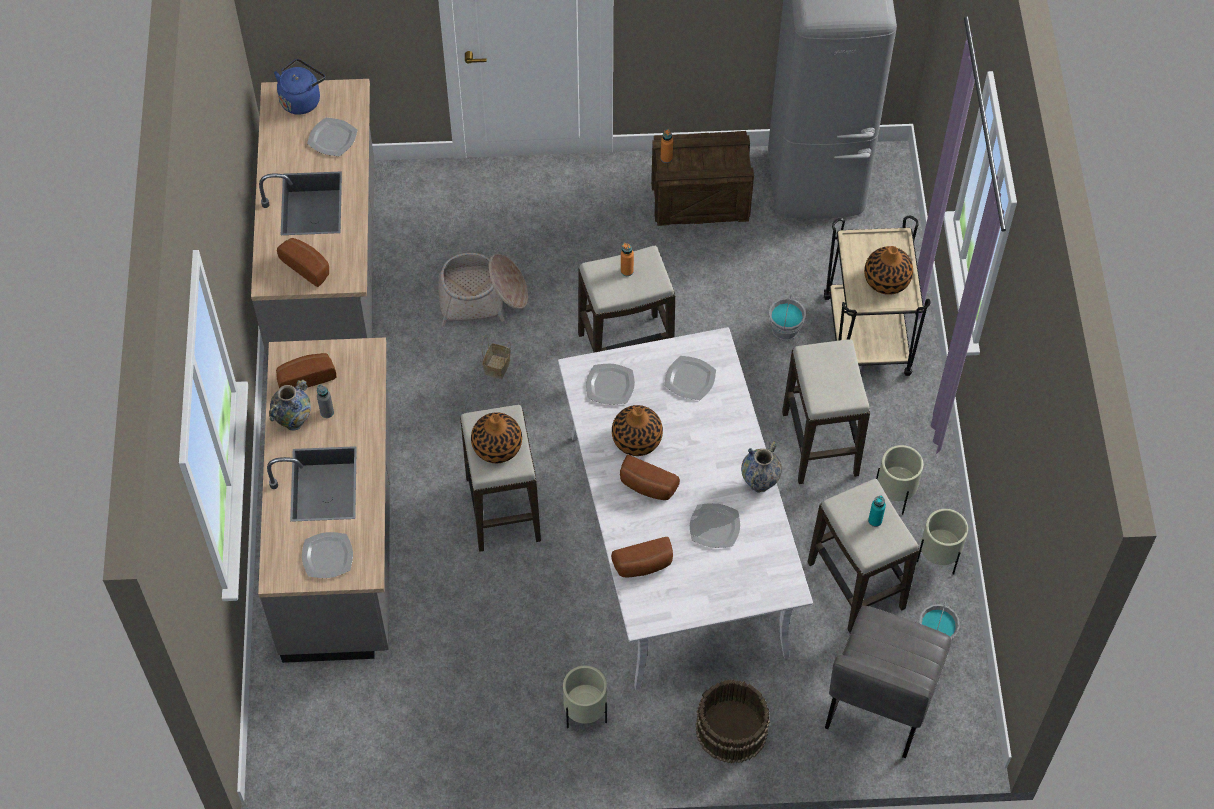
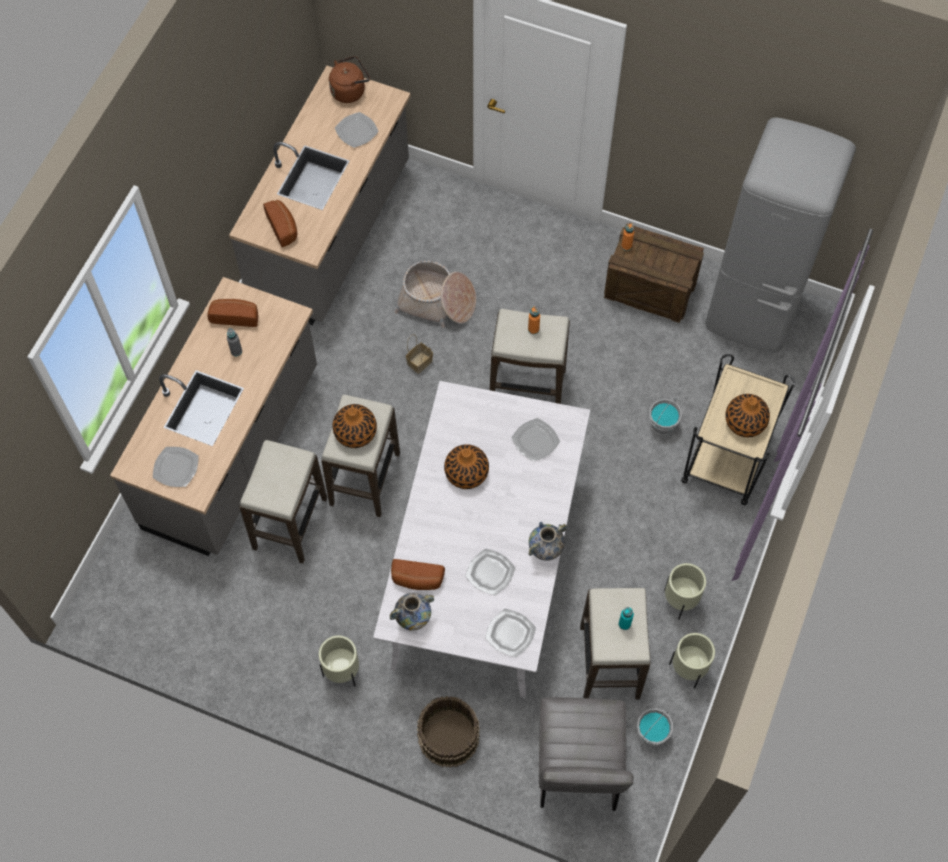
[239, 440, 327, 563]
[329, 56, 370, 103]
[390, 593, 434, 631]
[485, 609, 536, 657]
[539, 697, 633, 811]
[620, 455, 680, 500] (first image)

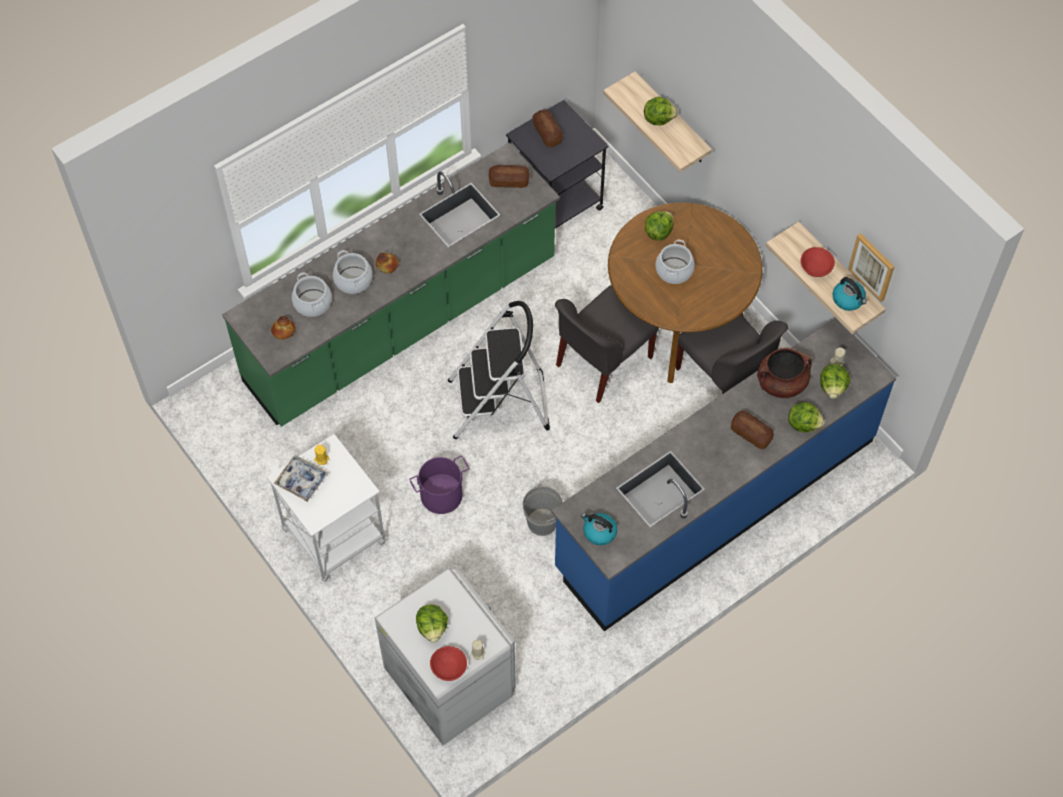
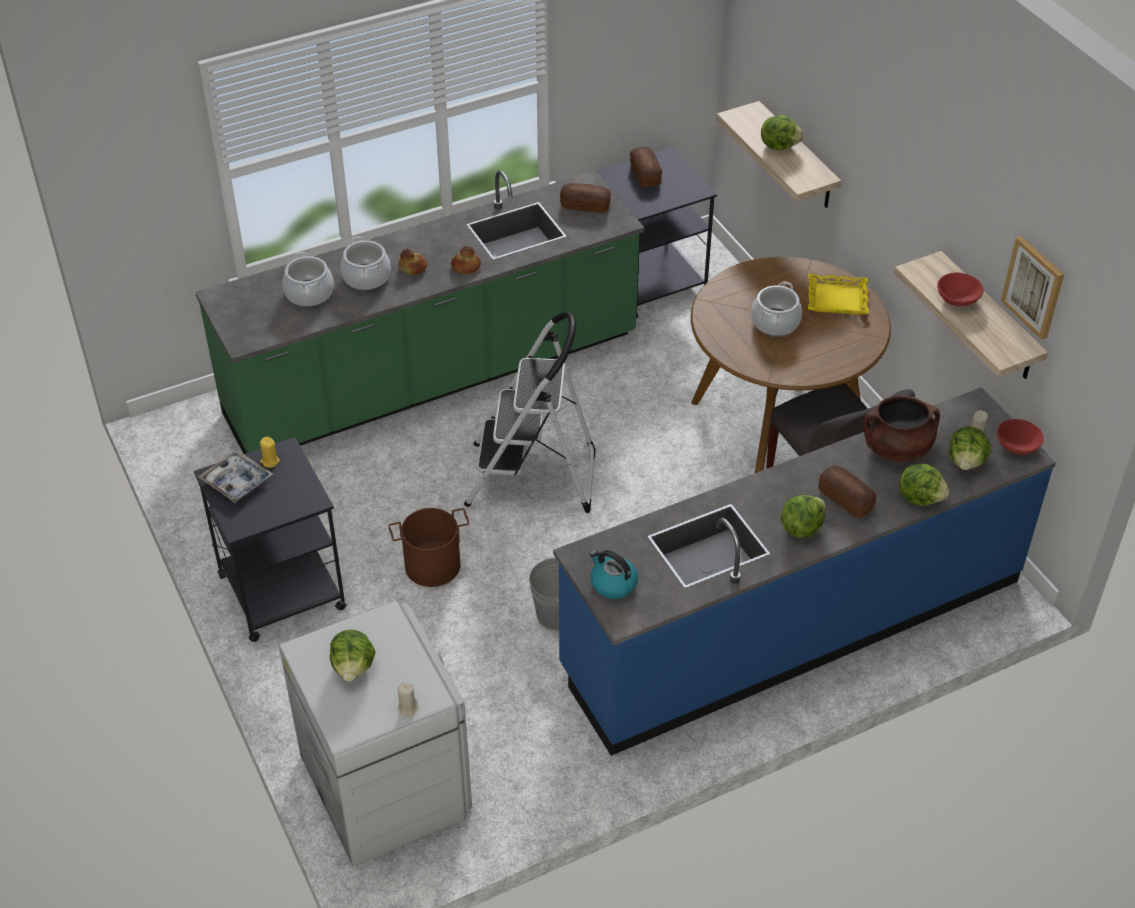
[194, 437, 347, 642]
[388, 508, 469, 587]
[451, 246, 481, 274]
[781, 495, 826, 538]
[808, 274, 869, 315]
[996, 419, 1044, 455]
[555, 285, 659, 403] (first image)
[833, 277, 867, 311] (first image)

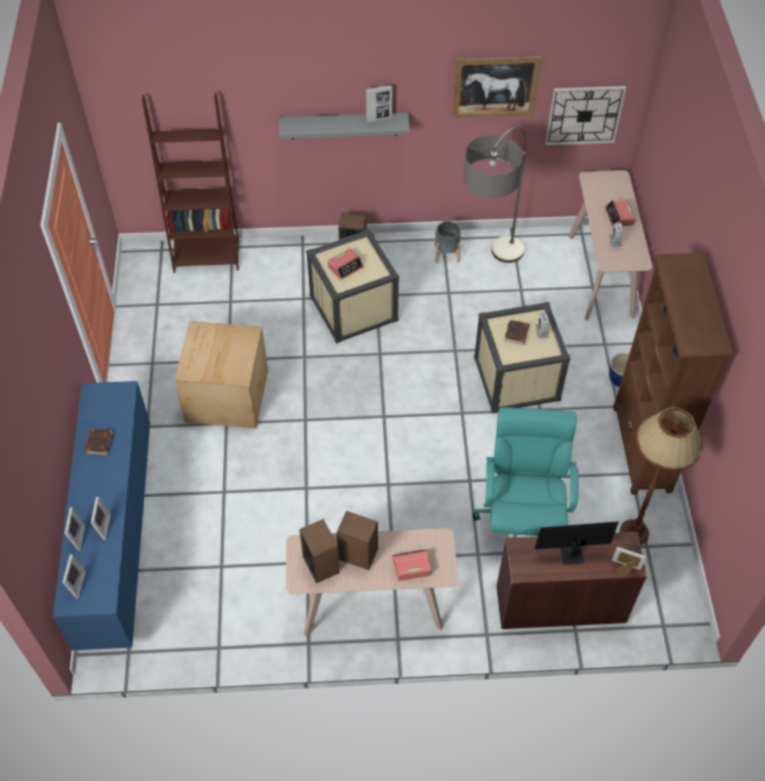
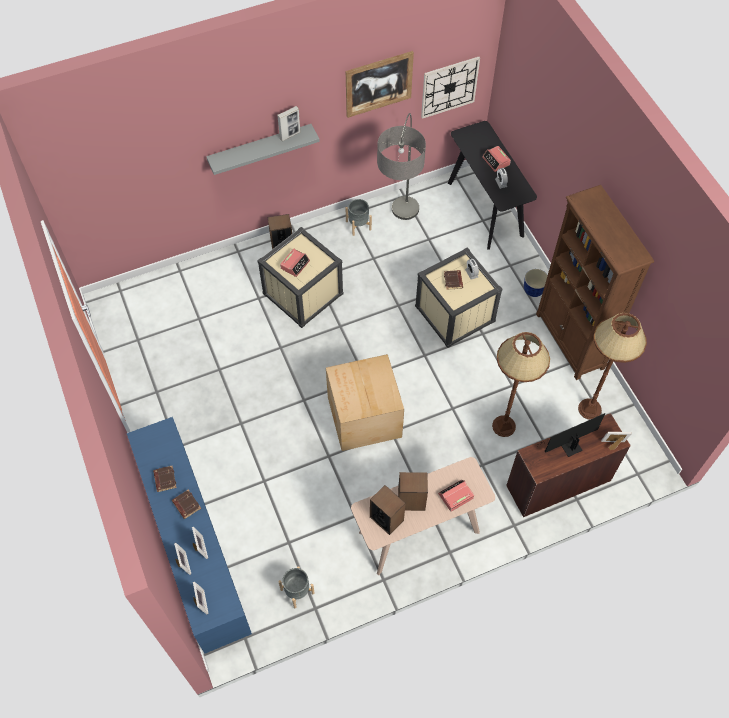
[172, 489, 201, 519]
[278, 566, 315, 608]
[326, 354, 404, 451]
[448, 121, 537, 250]
[492, 332, 550, 437]
[142, 92, 239, 273] (first image)

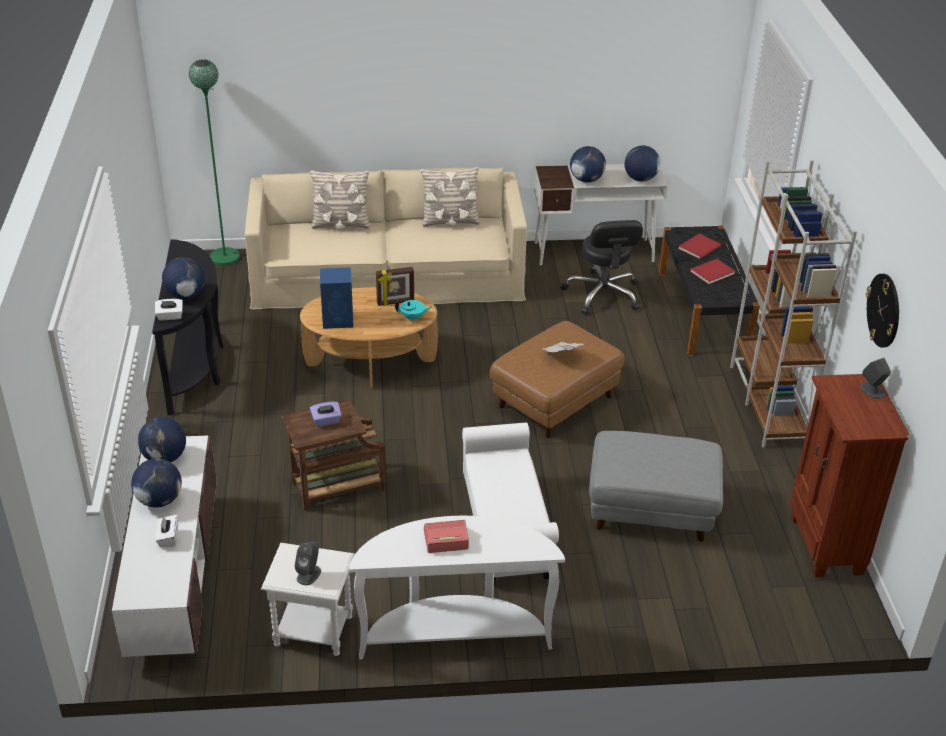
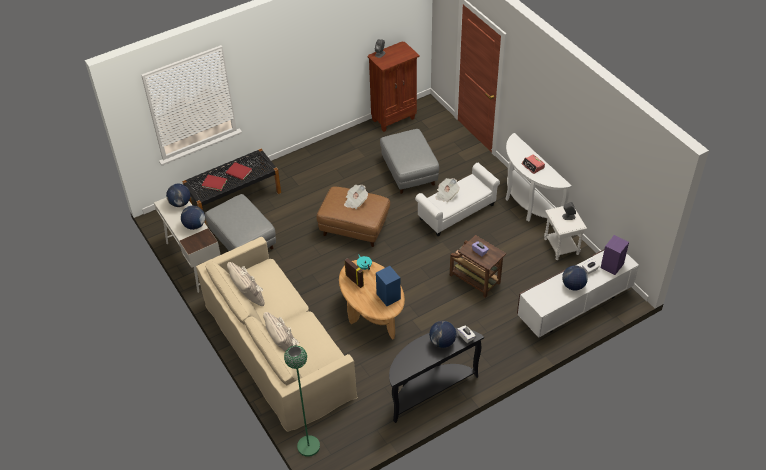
[205, 194, 276, 251]
[435, 178, 459, 202]
[601, 235, 629, 275]
[138, 417, 186, 462] (first image)
[730, 160, 857, 448] (first image)
[866, 274, 899, 348] (first image)

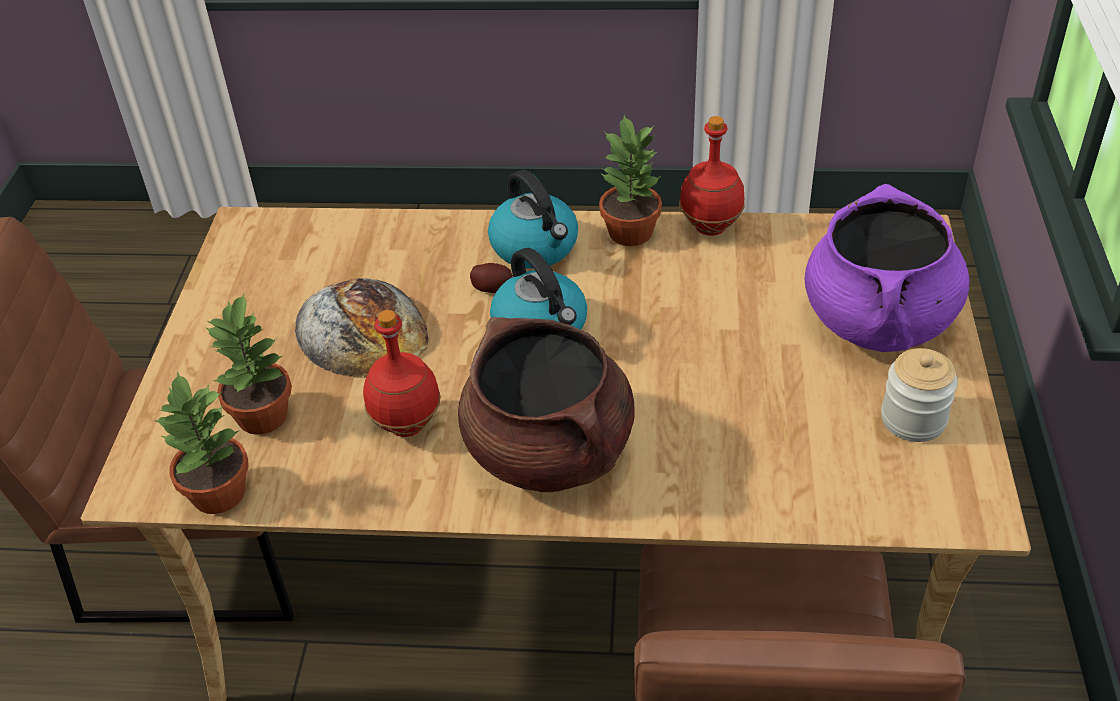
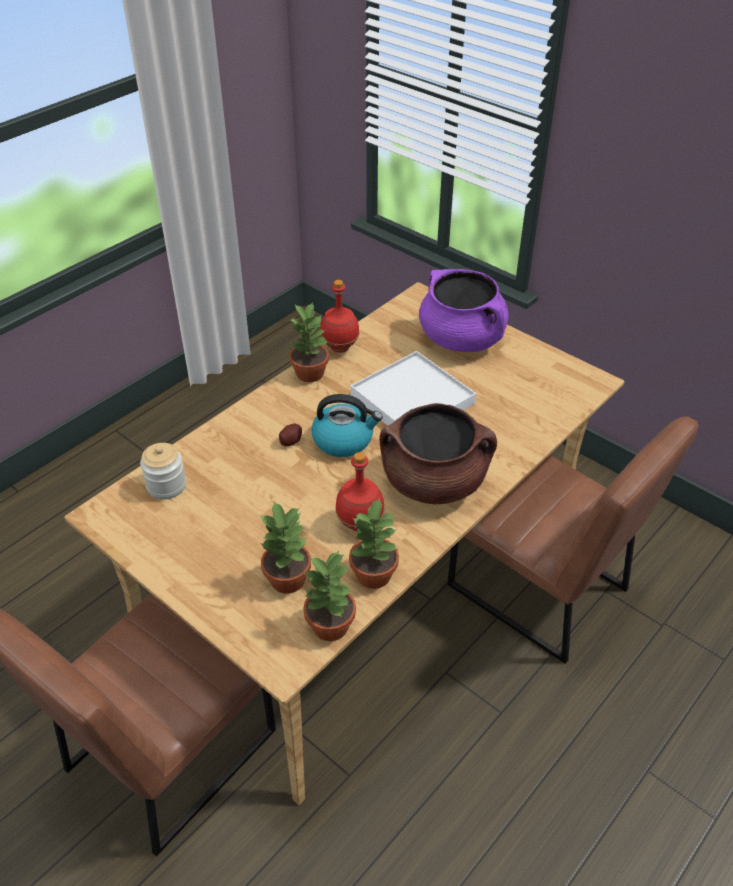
[140, 443, 186, 500]
[349, 498, 399, 589]
[351, 351, 476, 426]
[295, 278, 429, 378] (first image)
[488, 170, 578, 269] (first image)

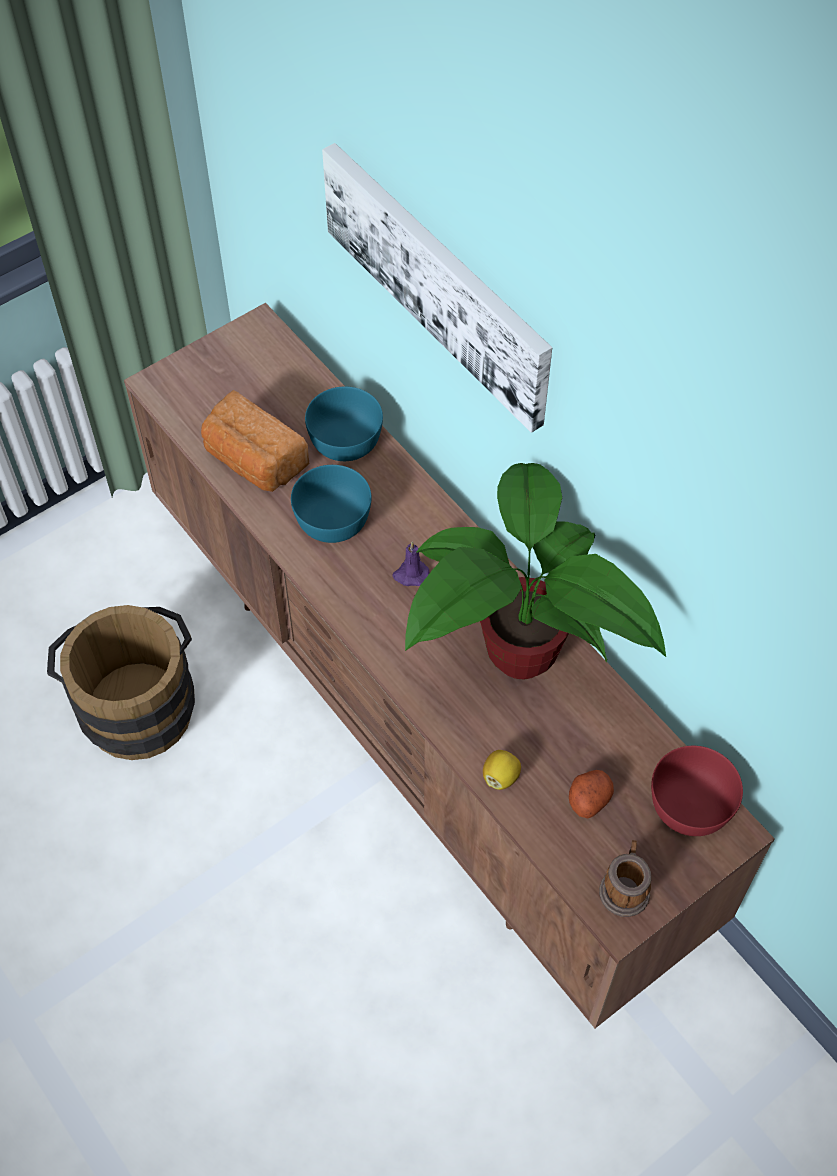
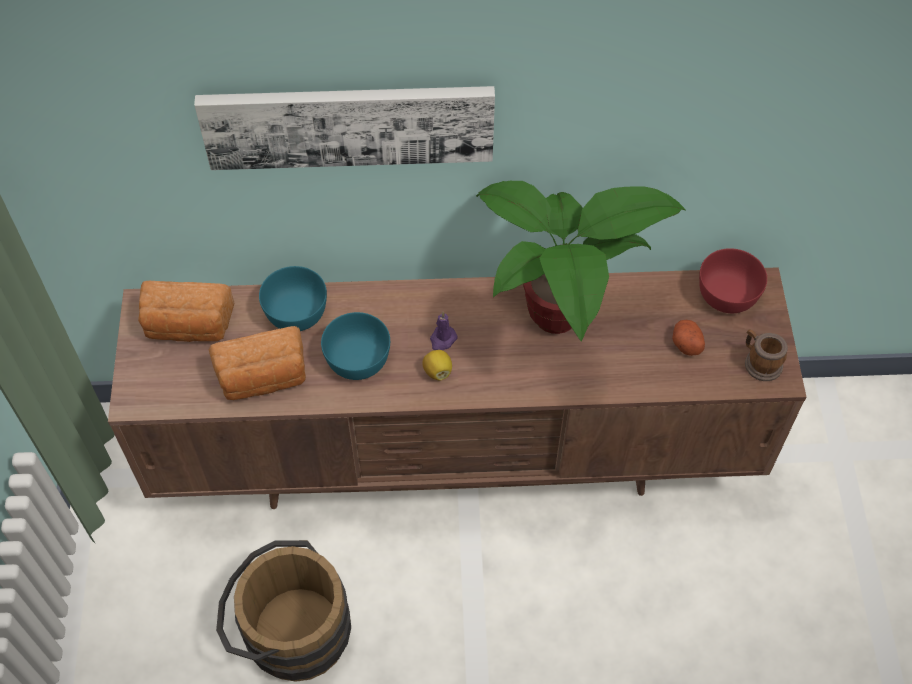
[138, 281, 235, 342]
[422, 350, 452, 380]

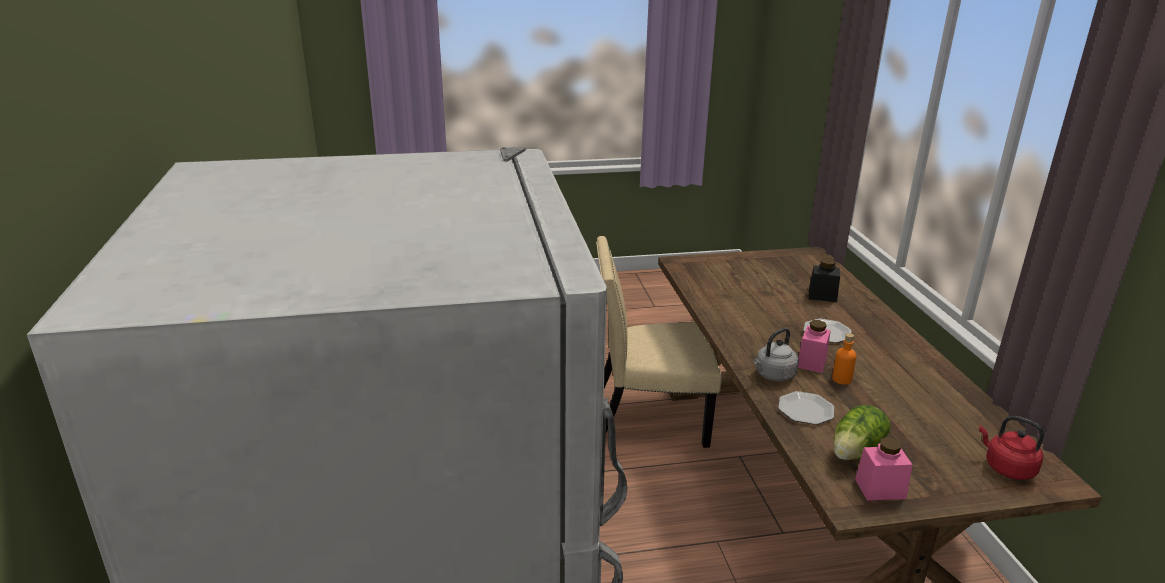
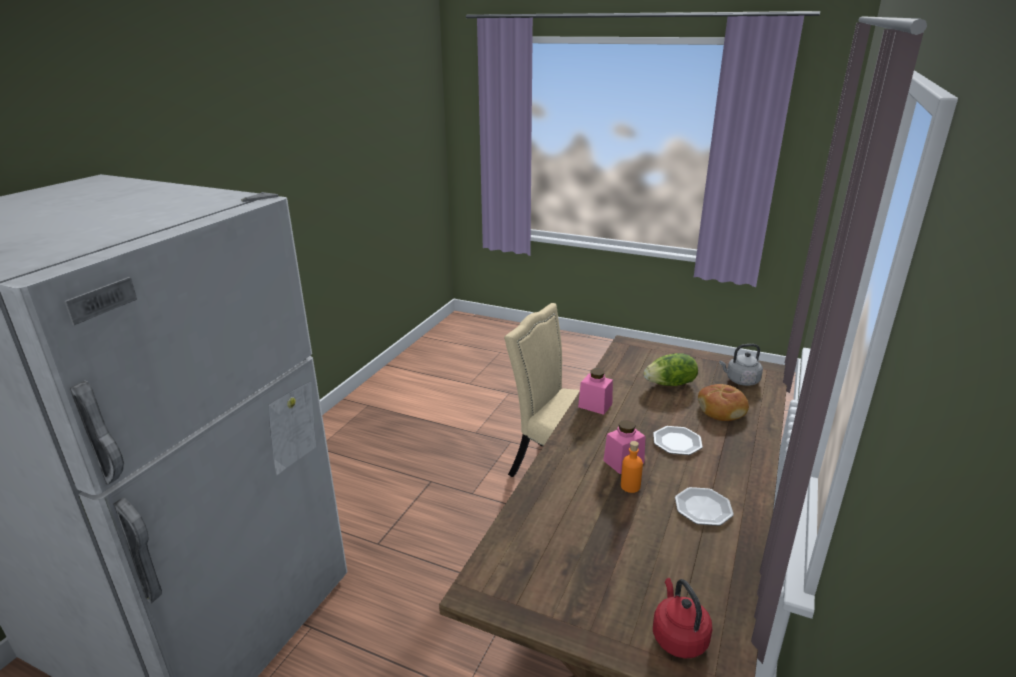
[578, 368, 613, 415]
[644, 353, 698, 386]
[675, 487, 734, 526]
[698, 384, 749, 421]
[719, 344, 763, 386]

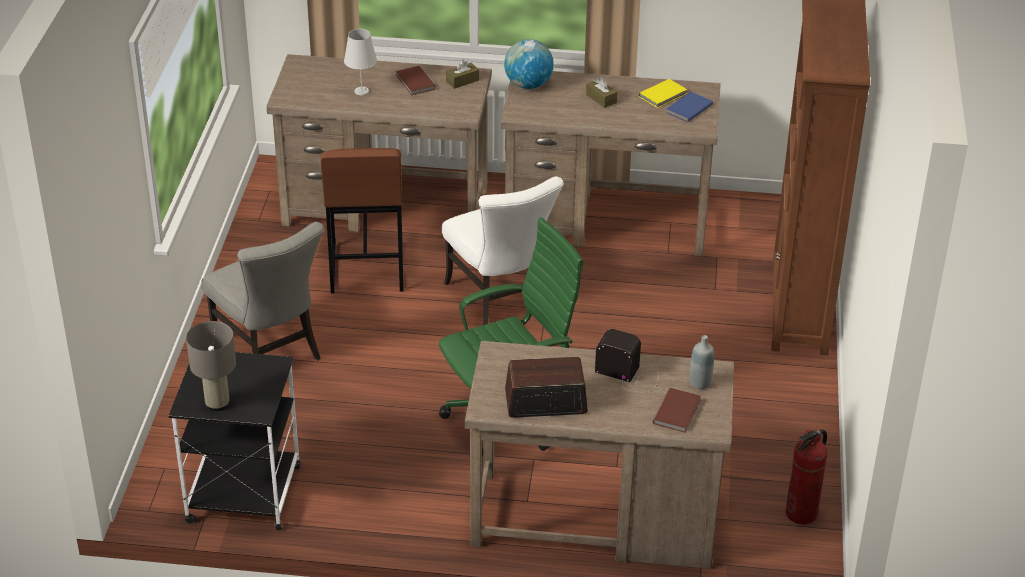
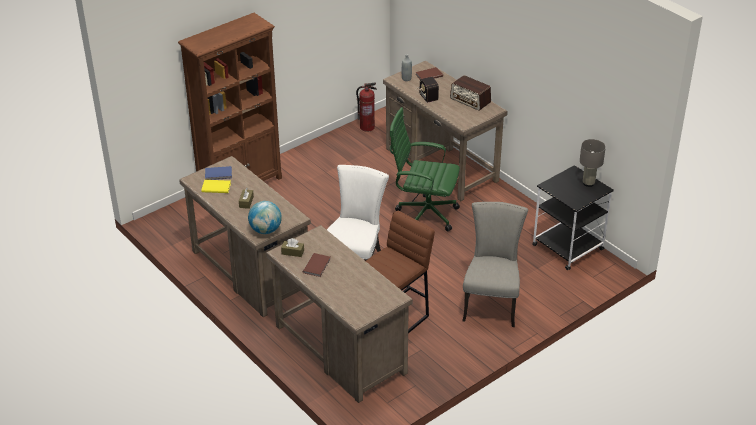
[344, 29, 377, 95] (first image)

